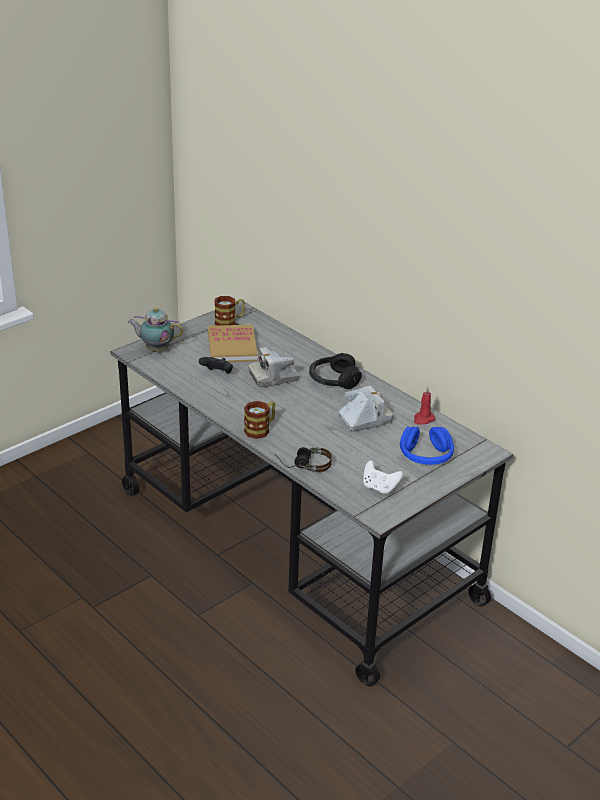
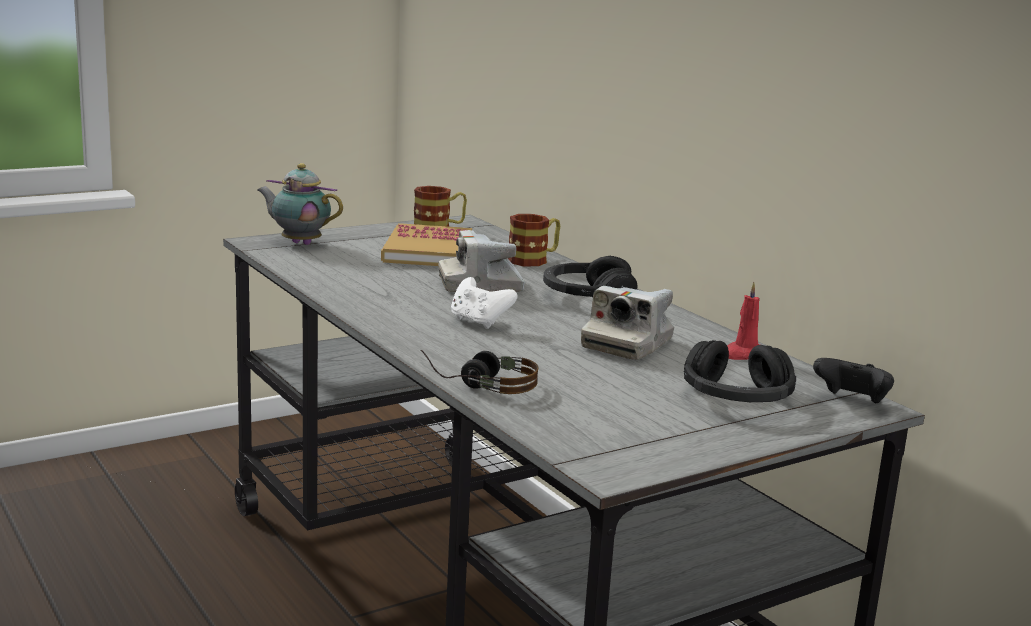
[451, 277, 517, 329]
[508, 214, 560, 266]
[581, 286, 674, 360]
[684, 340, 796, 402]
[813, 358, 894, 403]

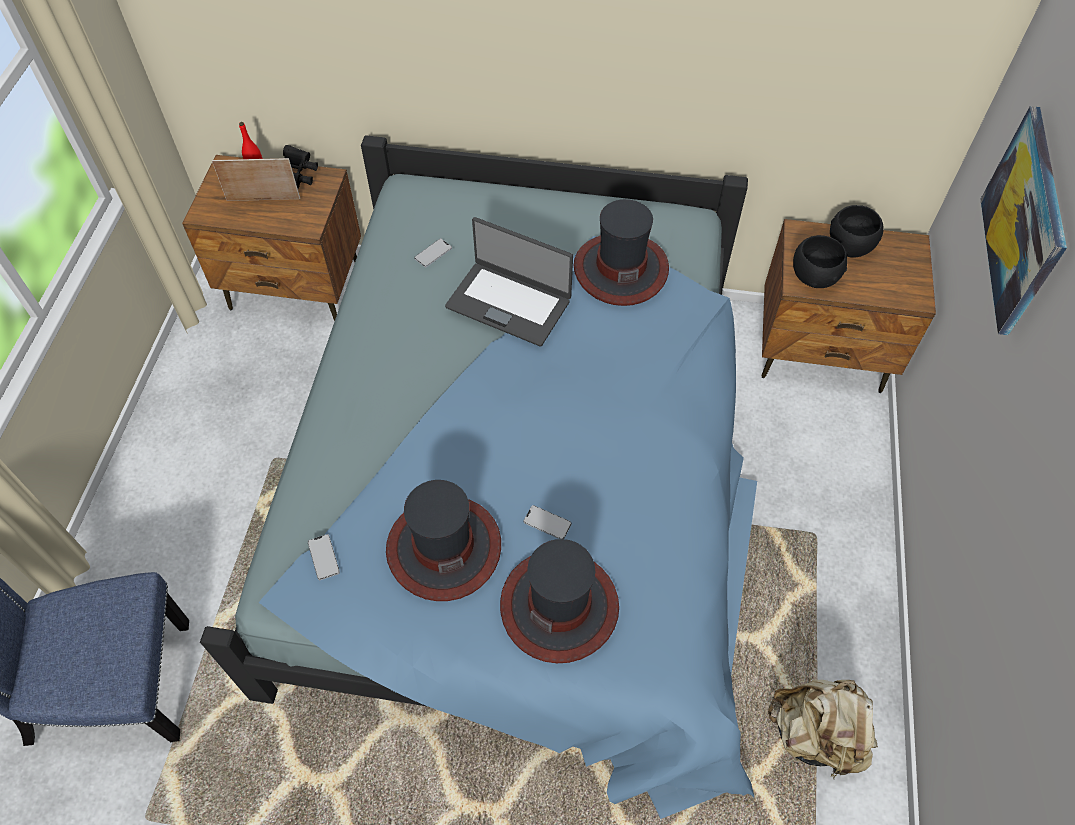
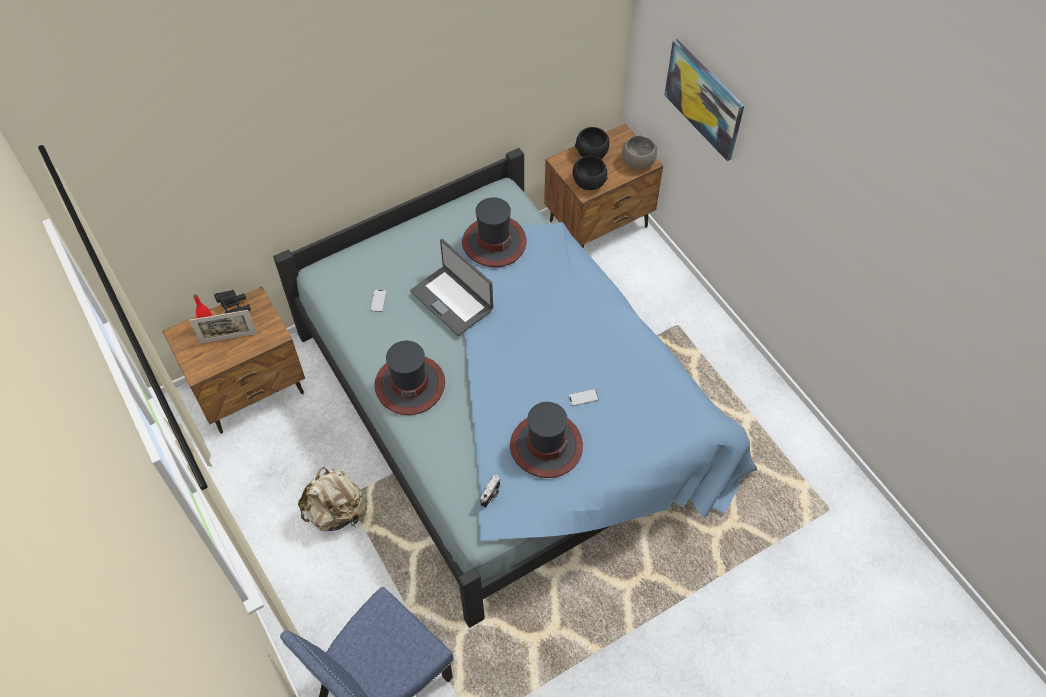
[189, 310, 257, 344]
[298, 467, 367, 531]
[374, 341, 445, 415]
[410, 239, 493, 336]
[480, 475, 500, 508]
[621, 135, 658, 170]

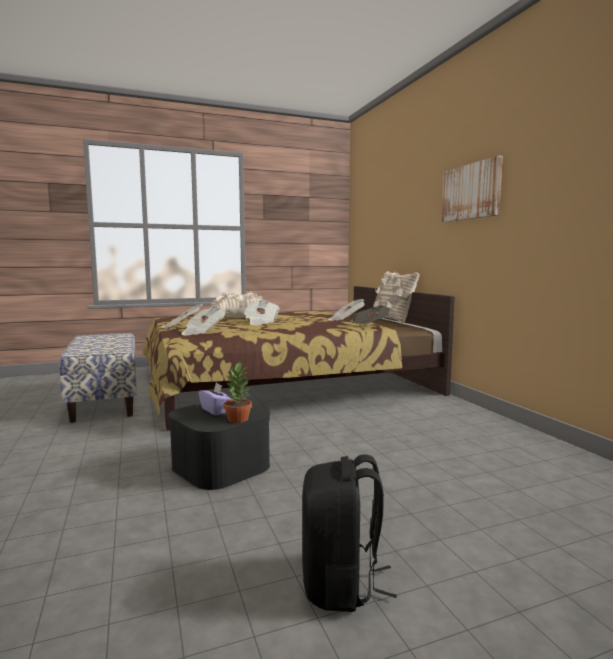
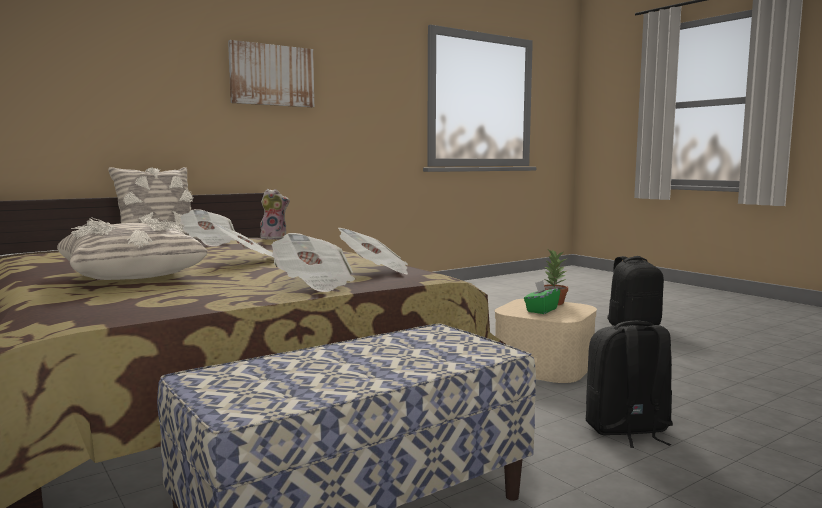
[259, 189, 290, 240]
[495, 299, 597, 383]
[524, 280, 560, 314]
[586, 321, 673, 448]

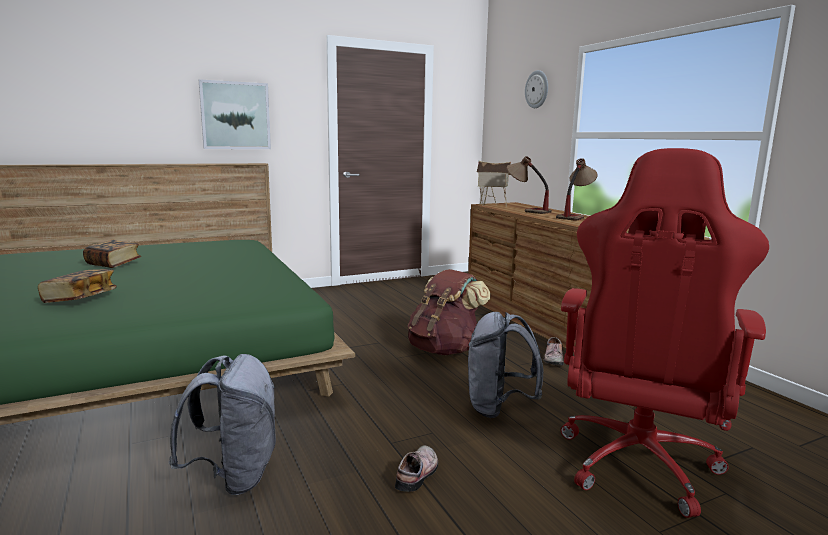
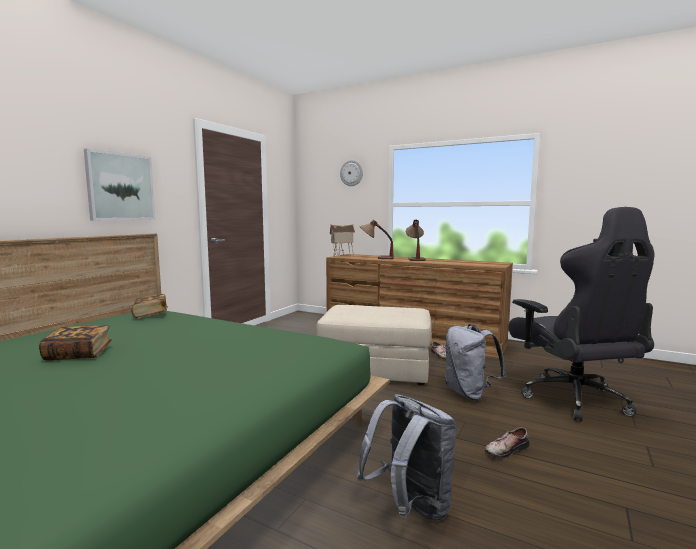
[132, 294, 168, 319]
[316, 305, 432, 385]
[485, 427, 530, 459]
[508, 207, 655, 422]

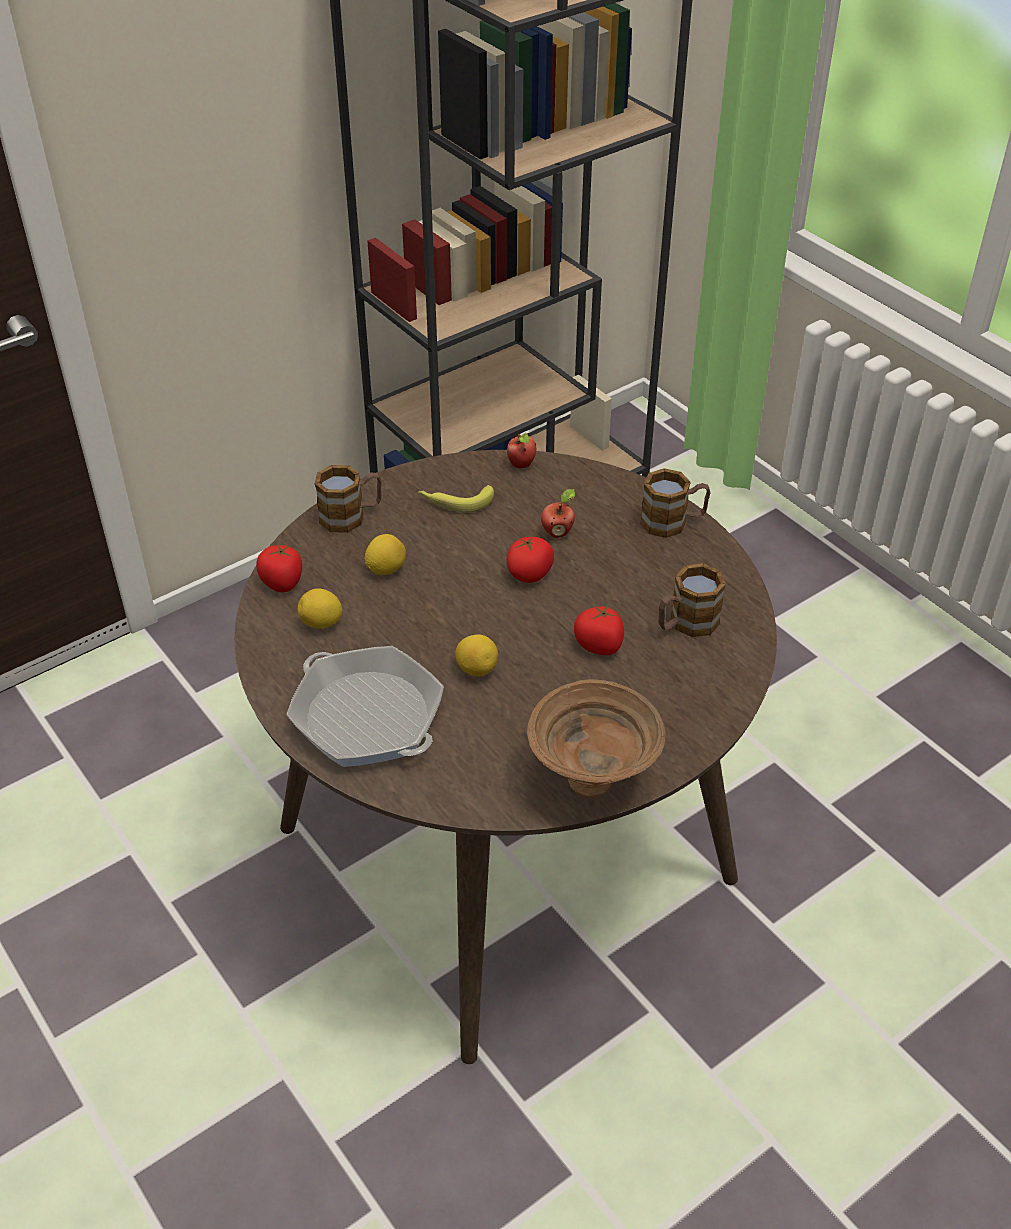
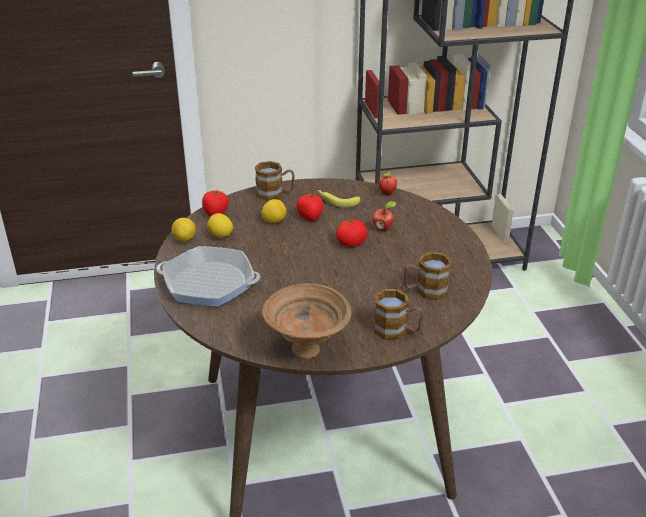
[156, 246, 260, 307]
[172, 218, 196, 242]
[297, 193, 323, 221]
[373, 289, 424, 340]

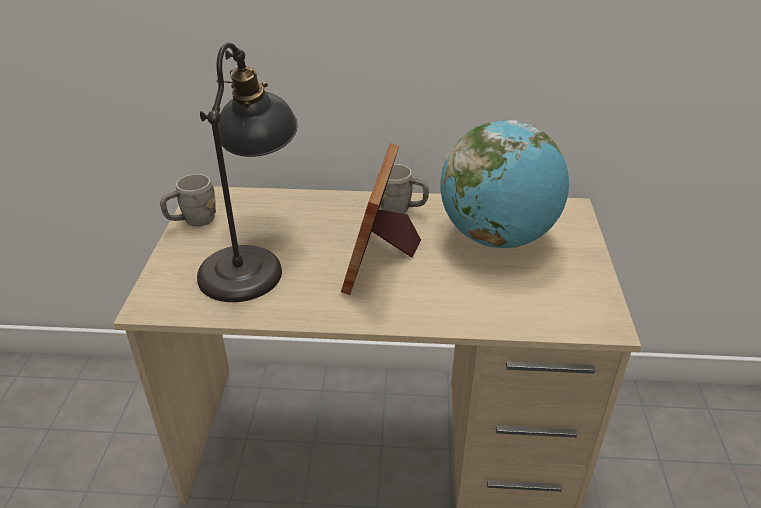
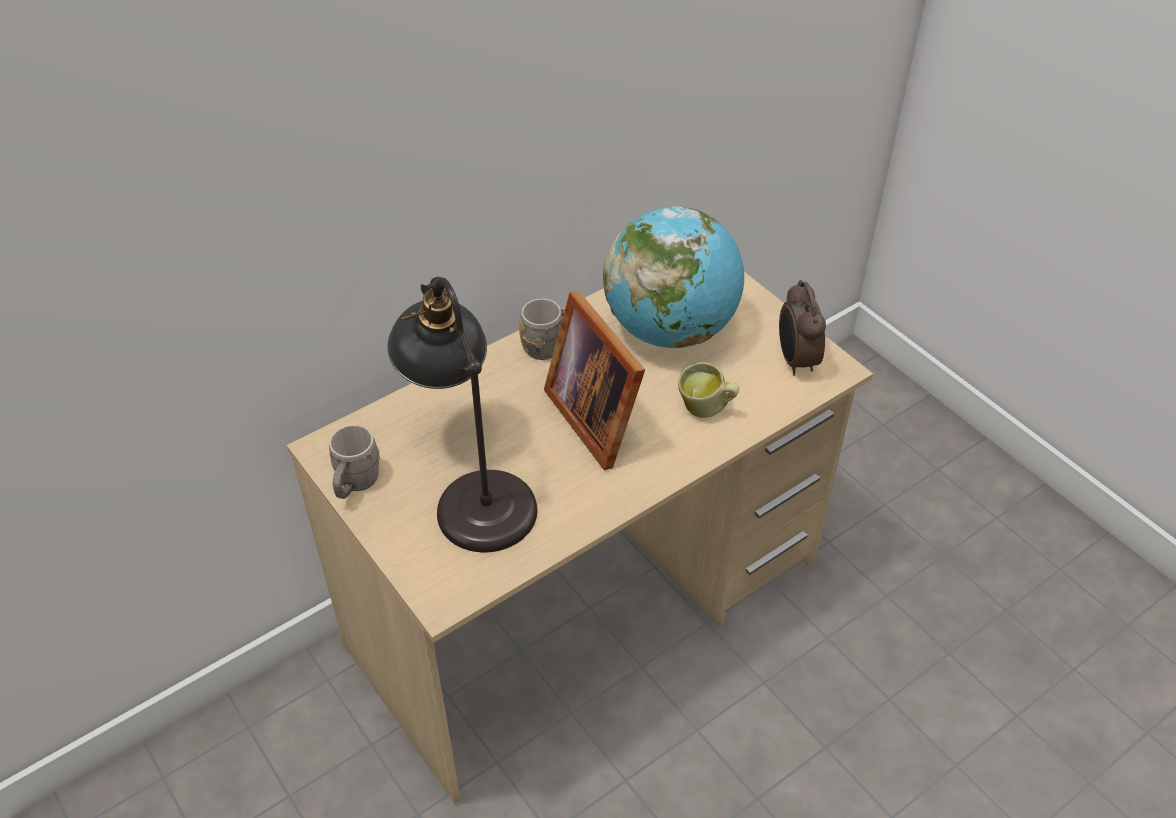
[678, 362, 739, 418]
[779, 280, 826, 376]

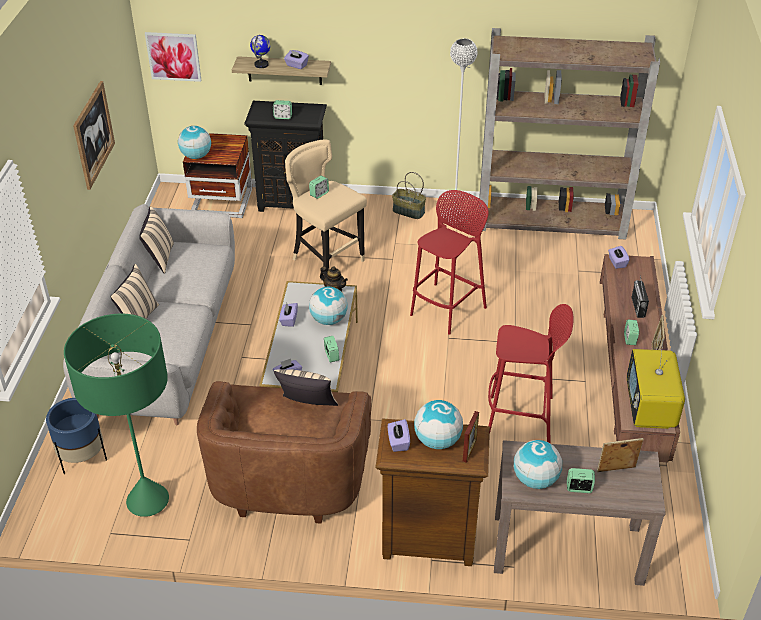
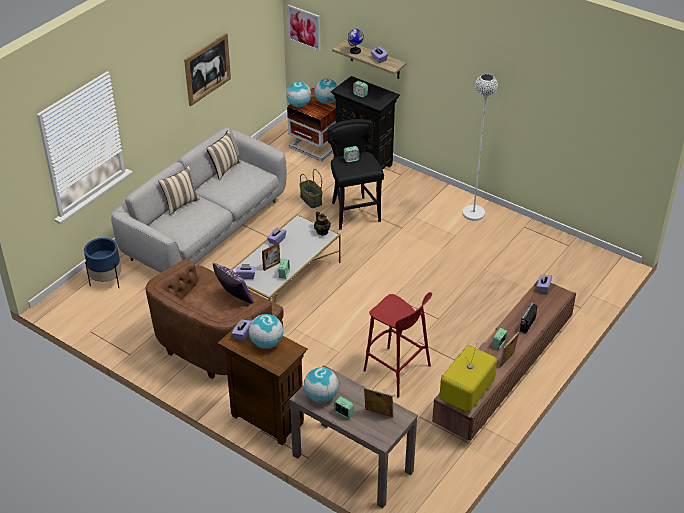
[213, 263, 254, 304]
[262, 243, 280, 271]
[299, 169, 323, 208]
[314, 79, 338, 104]
[328, 119, 384, 230]
[64, 314, 169, 517] (first image)
[410, 190, 489, 335] (first image)
[479, 28, 660, 240] (first image)

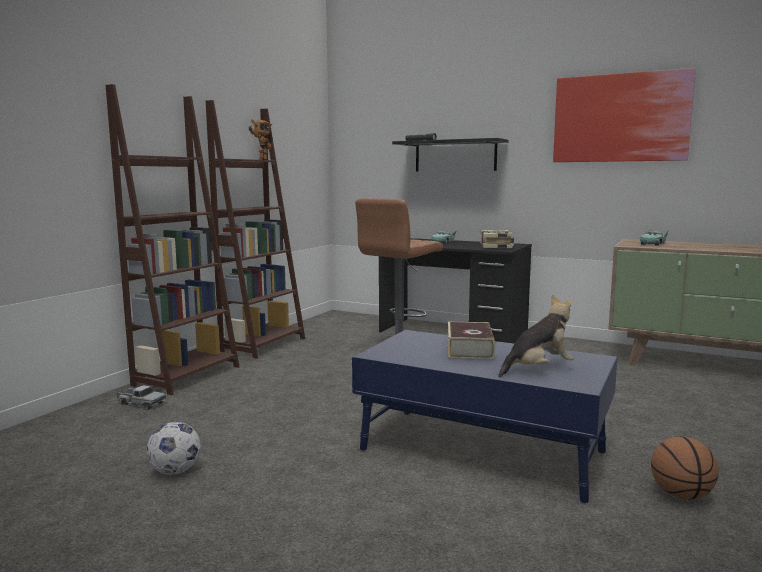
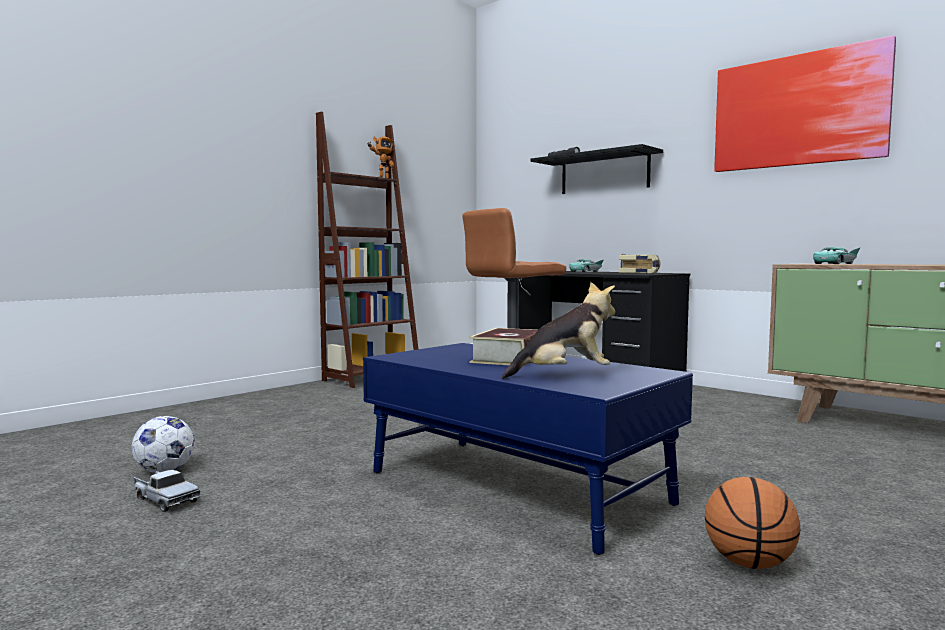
[134, 470, 200, 512]
[106, 84, 240, 395] (first image)

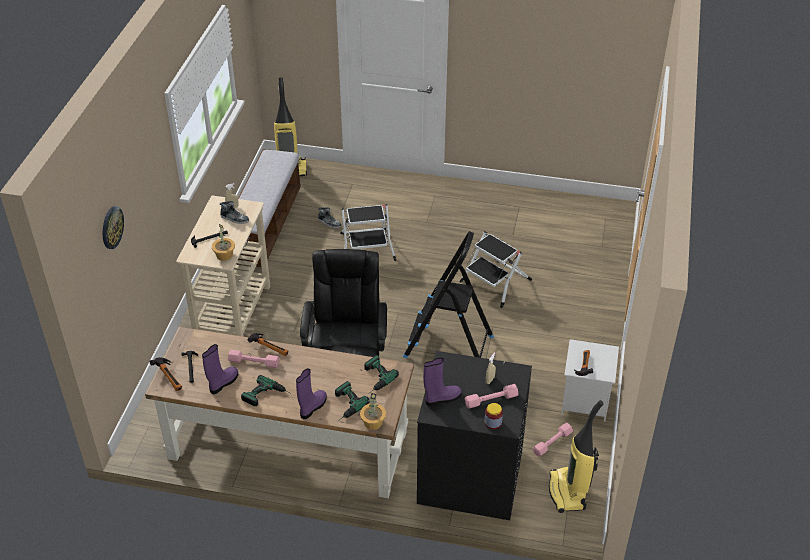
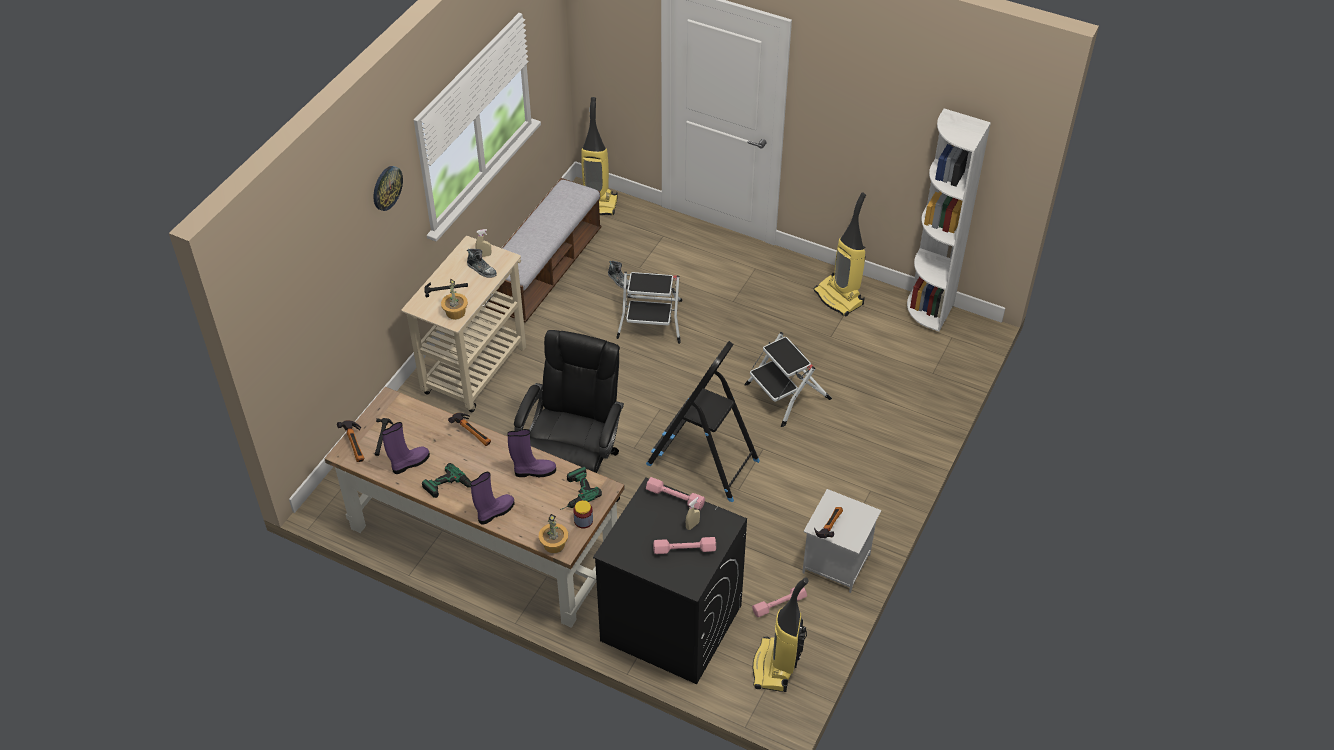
[373, 166, 403, 211]
[507, 429, 556, 477]
[573, 500, 593, 528]
[646, 477, 705, 510]
[814, 192, 866, 316]
[907, 108, 991, 332]
[335, 381, 370, 421] (first image)

